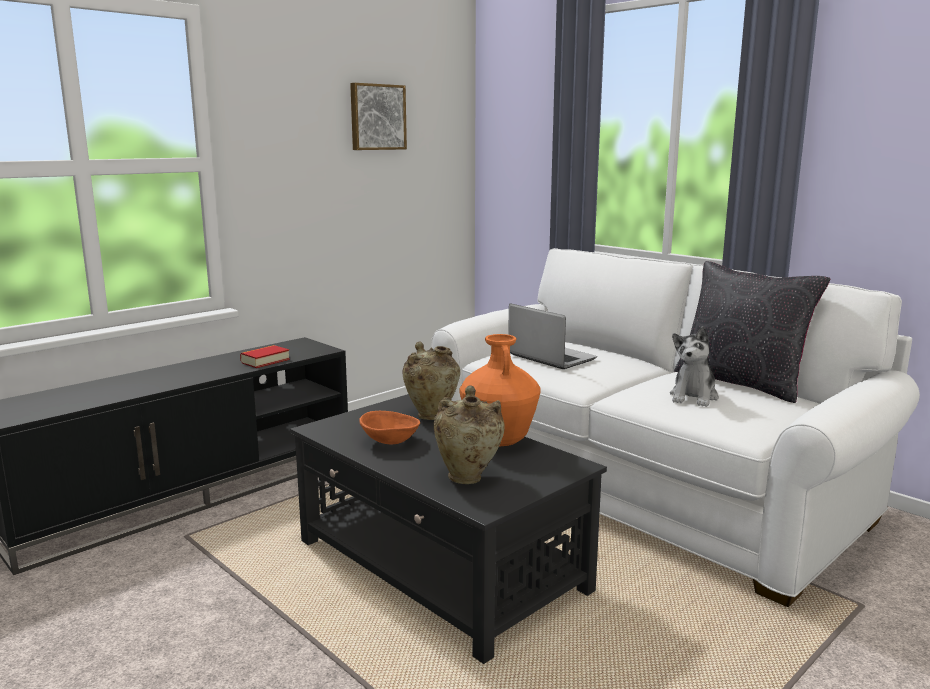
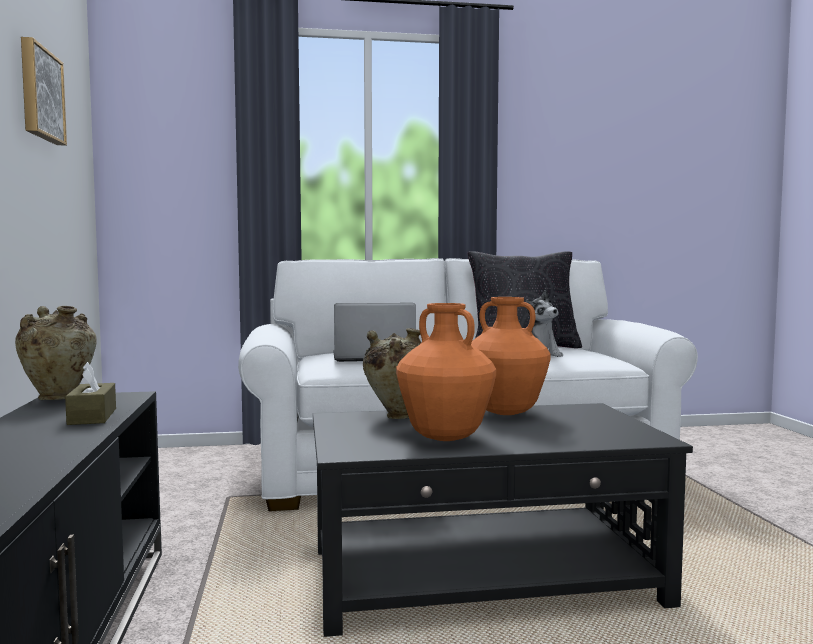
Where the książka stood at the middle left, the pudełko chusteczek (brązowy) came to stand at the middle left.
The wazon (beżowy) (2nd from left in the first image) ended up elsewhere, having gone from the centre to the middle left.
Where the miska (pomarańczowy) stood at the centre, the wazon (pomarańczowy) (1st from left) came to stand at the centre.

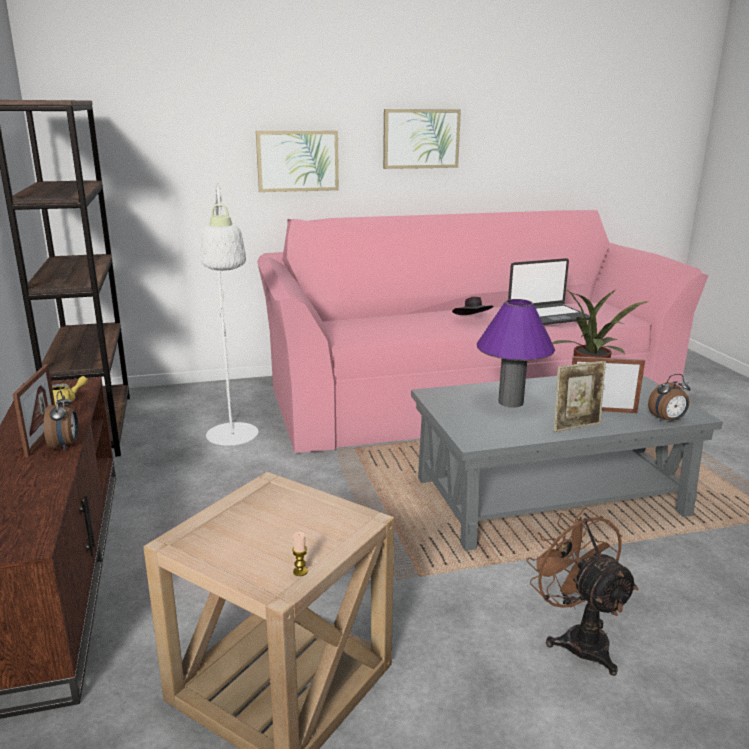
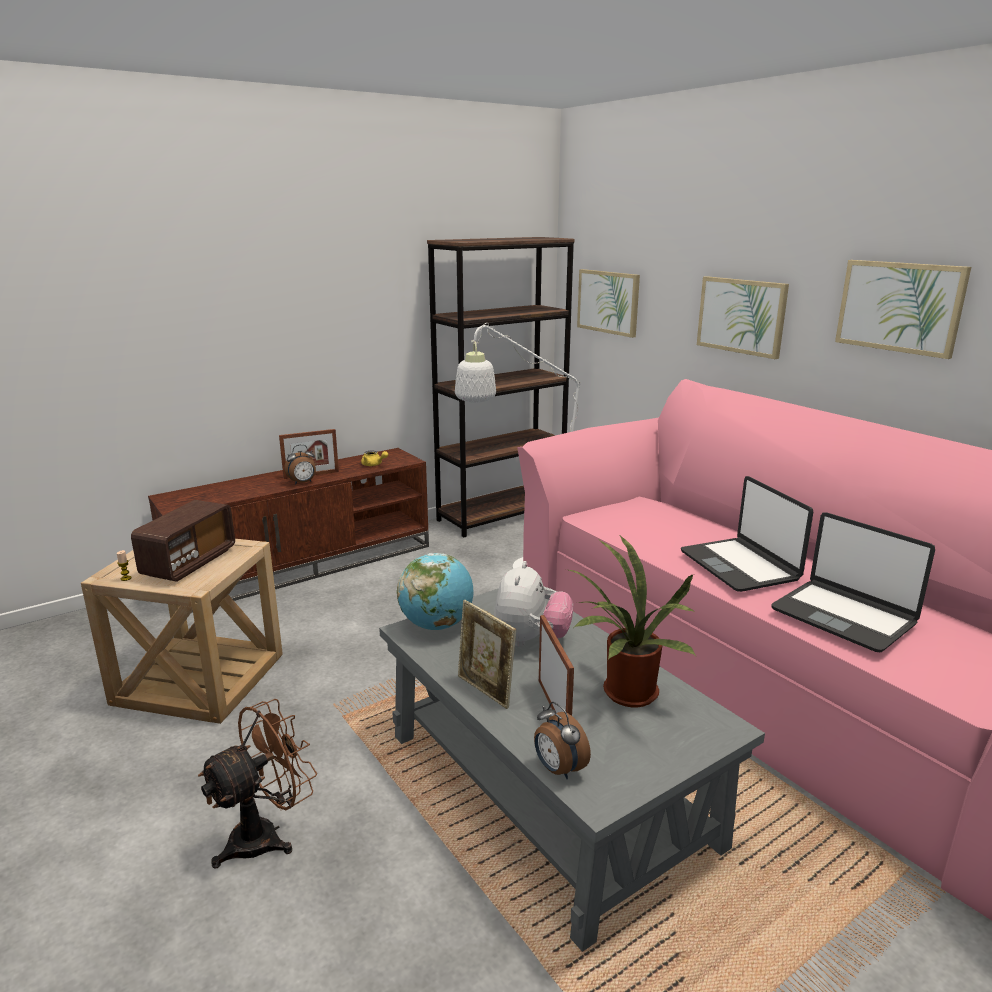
Where the kapelusz (czarny) stood at the centre, the laptop (1st from left) came to stand at the middle right.
Where the lampa stołowa (fioletowy) stood at the middle right, the pluszak came to stand at the centre.
The second view gained the obraz (1st from left) at the top centre.
The second view gained the radio at the middle left.
The second view gained the globus at the centre.

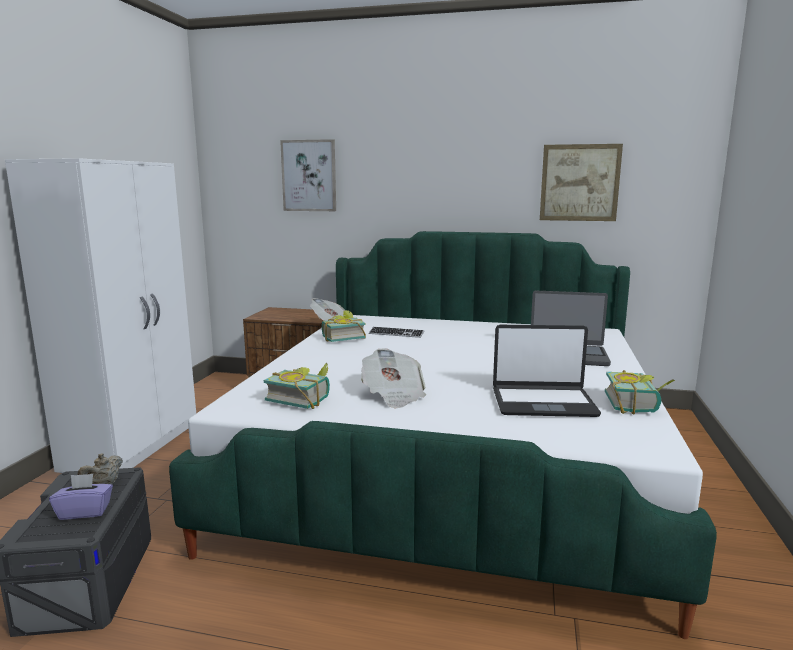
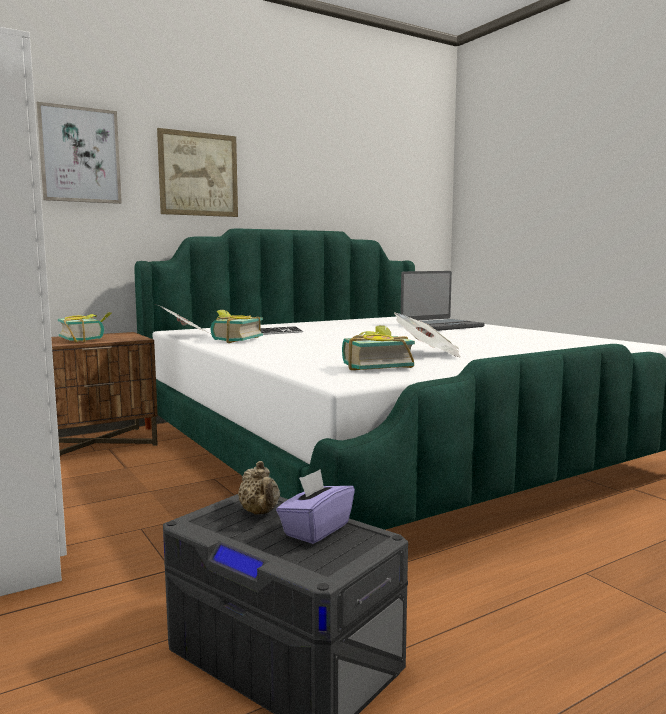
The obraz (2nd from left) ended up elsewhere, having gone from the top right to the top left.
The second view lost the laptop (1st from left) at the middle right.
The książka (3rd from left in the first image) ended up elsewhere, having gone from the middle right to the middle left.

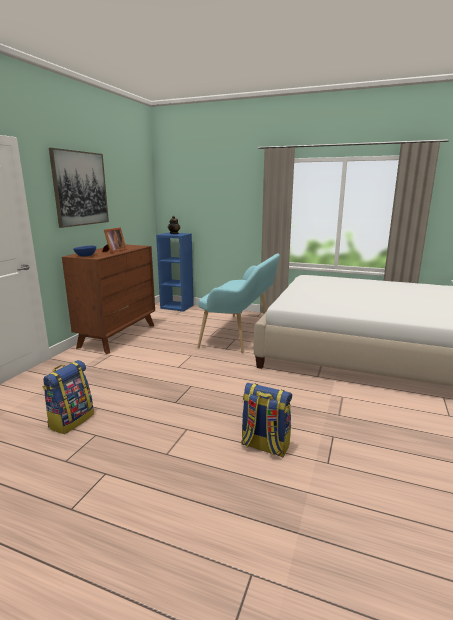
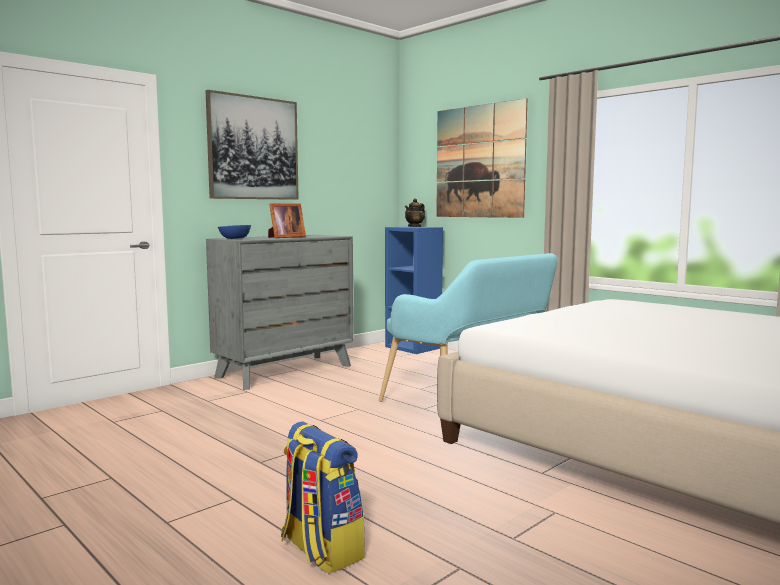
What was the komoda (brązowy) at the middle left turned into the komoda (szary) at the centre.
The second view lost the plecak (1st from left) at the middle left.
The second view gained the obraz (2nd from left) at the top centre.

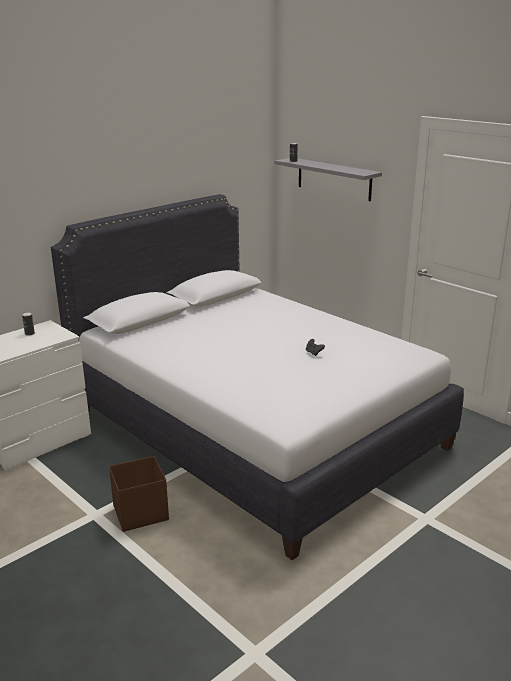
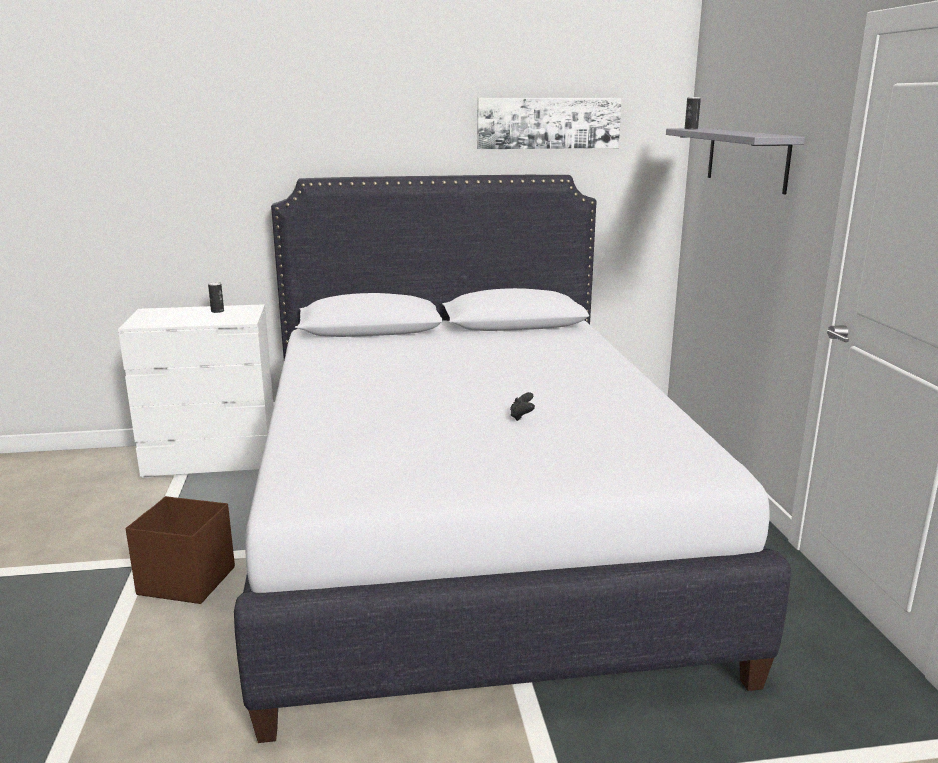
The second view gained the obraz at the top centre.

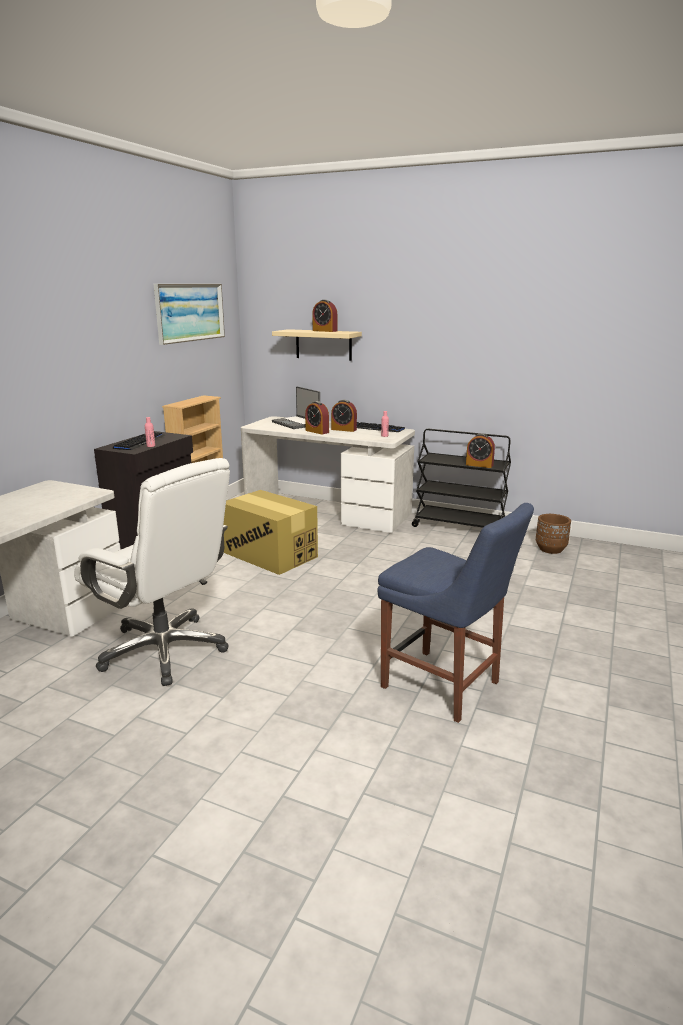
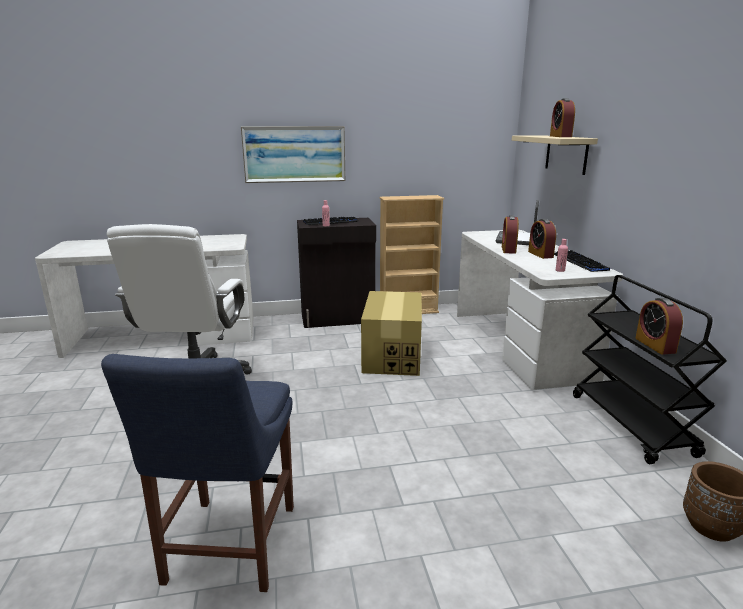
The obraz ended up elsewhere, having gone from the top left to the top centre.

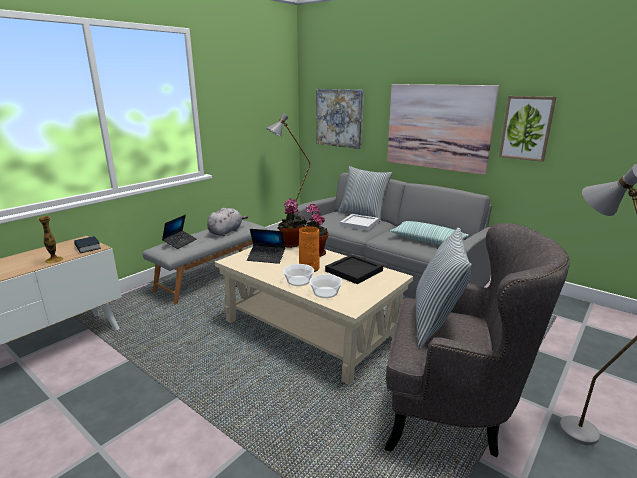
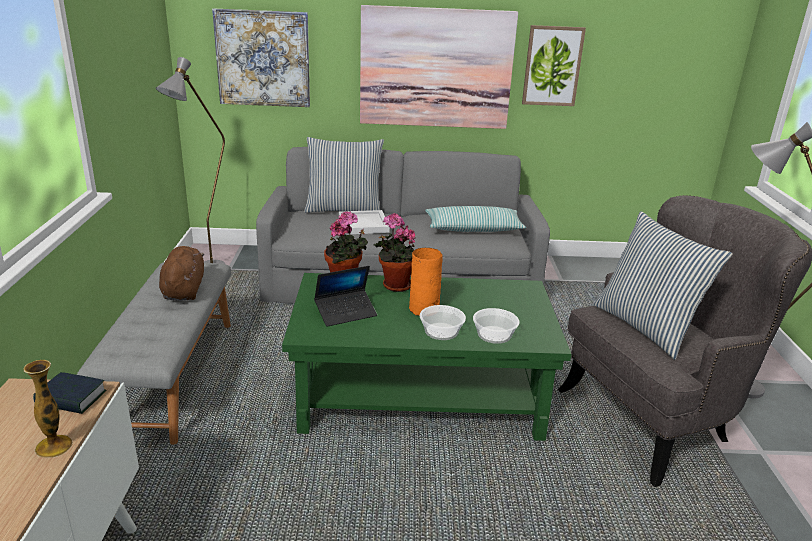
What was the pluszak (szary) at the centre turned into the pluszak (brązowy) at the middle left.
The second view lost the laptop (1st from left) at the middle left.
What was the ława (beżowy) at the centre turned into the ława (zielony) at the centre.
The second view lost the taca (czarny) at the centre.

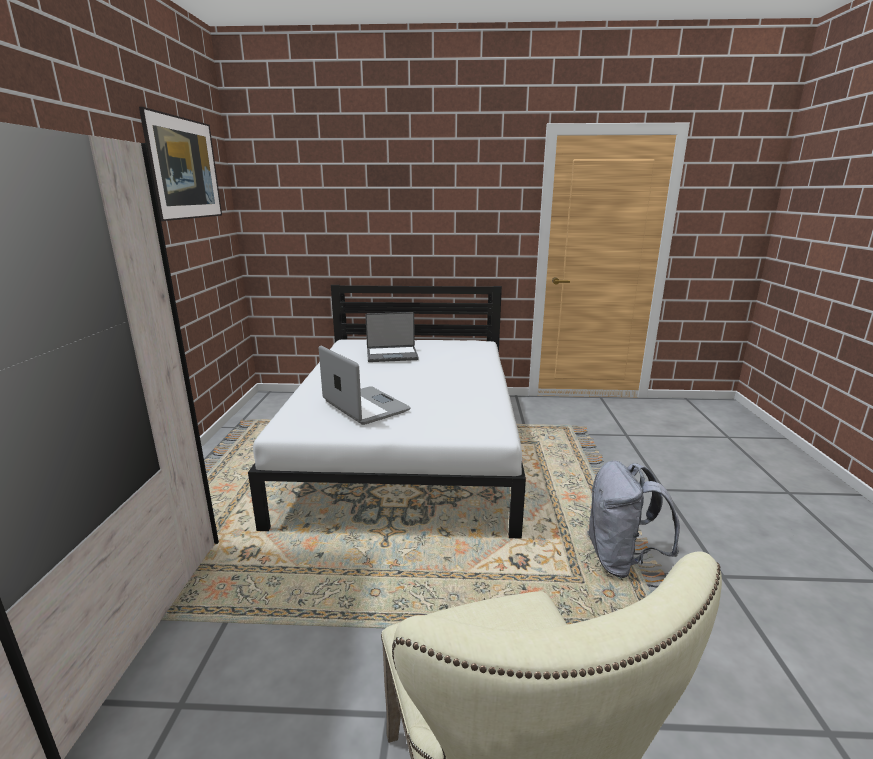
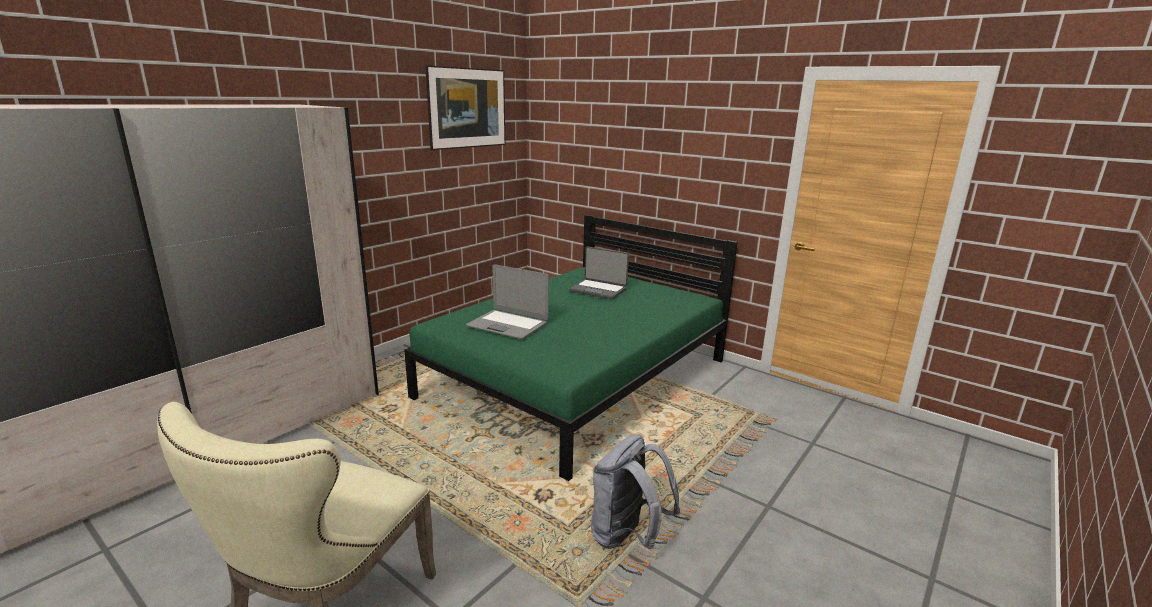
What was the łóżko (biały) at the centre turned into the łóżko (zielony) at the centre.
The laptop (1st from left) at the centre ended up facing another way, 120 degrees clockwise from before.

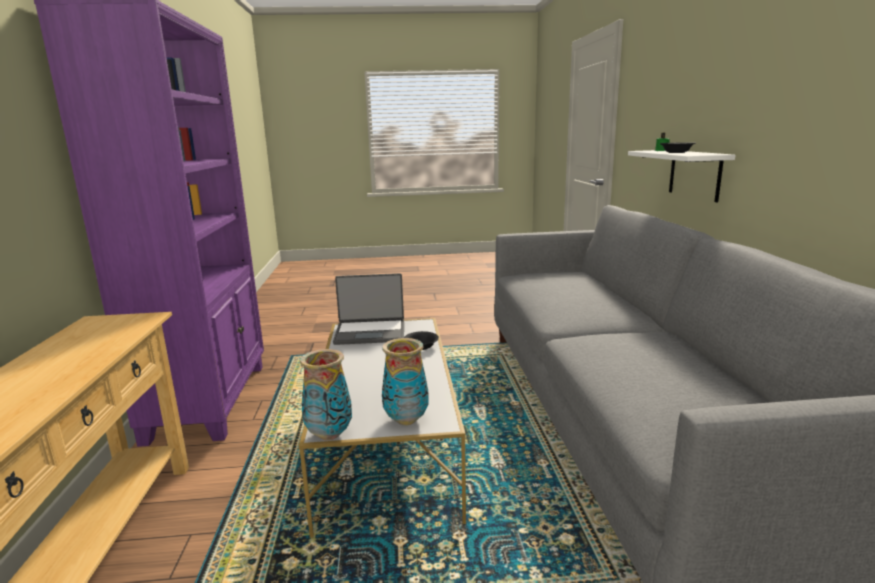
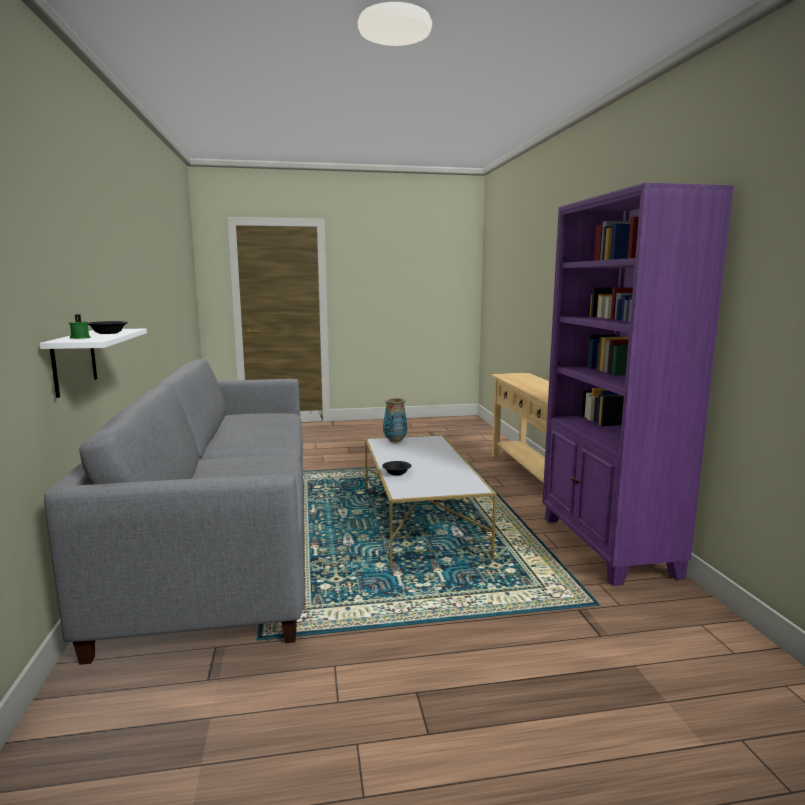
The second view lost the laptop at the centre.
The second view lost the wazon (1st from left) at the bottom centre.

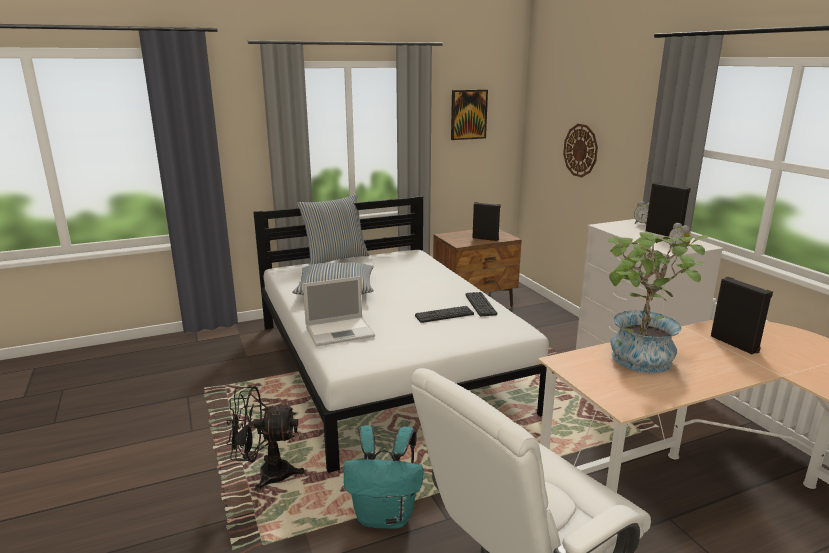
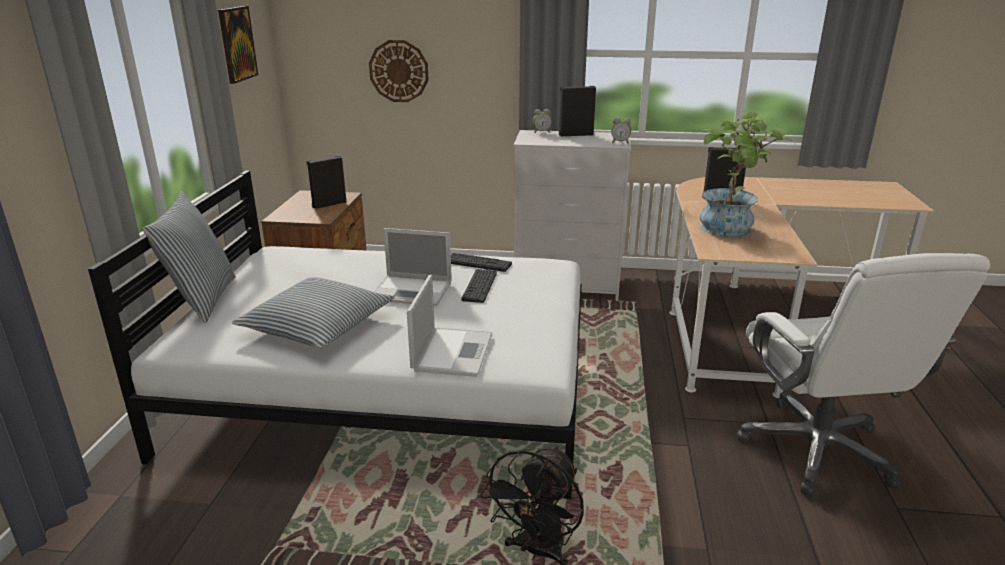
The second view lost the plecak (turkusowy) at the bottom centre.
The second view gained the laptop (1st from left) at the centre.

